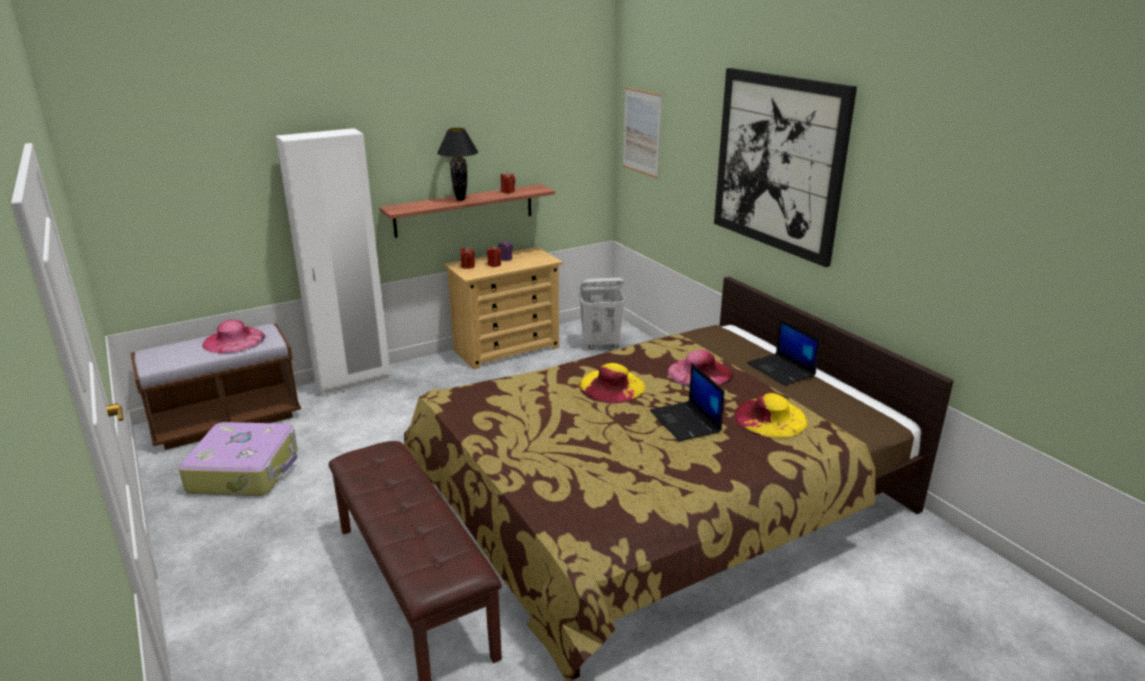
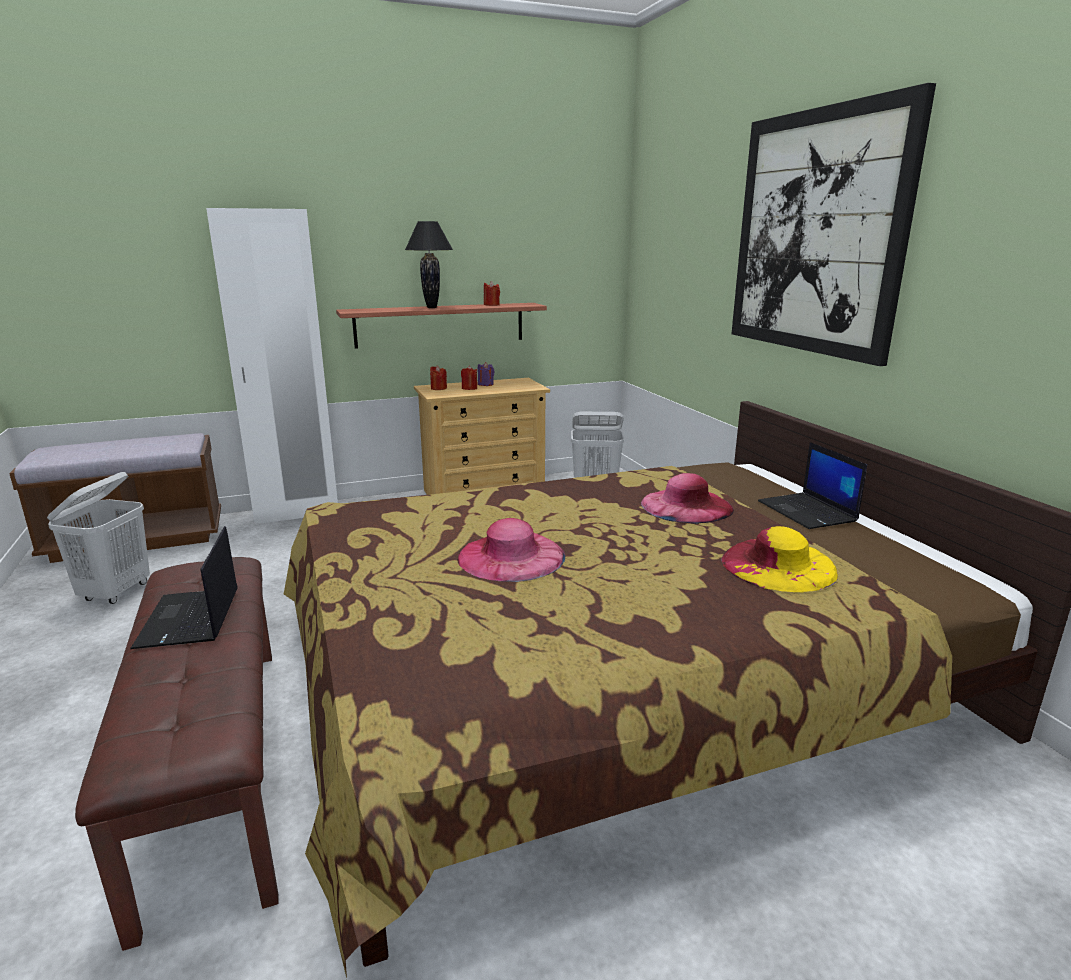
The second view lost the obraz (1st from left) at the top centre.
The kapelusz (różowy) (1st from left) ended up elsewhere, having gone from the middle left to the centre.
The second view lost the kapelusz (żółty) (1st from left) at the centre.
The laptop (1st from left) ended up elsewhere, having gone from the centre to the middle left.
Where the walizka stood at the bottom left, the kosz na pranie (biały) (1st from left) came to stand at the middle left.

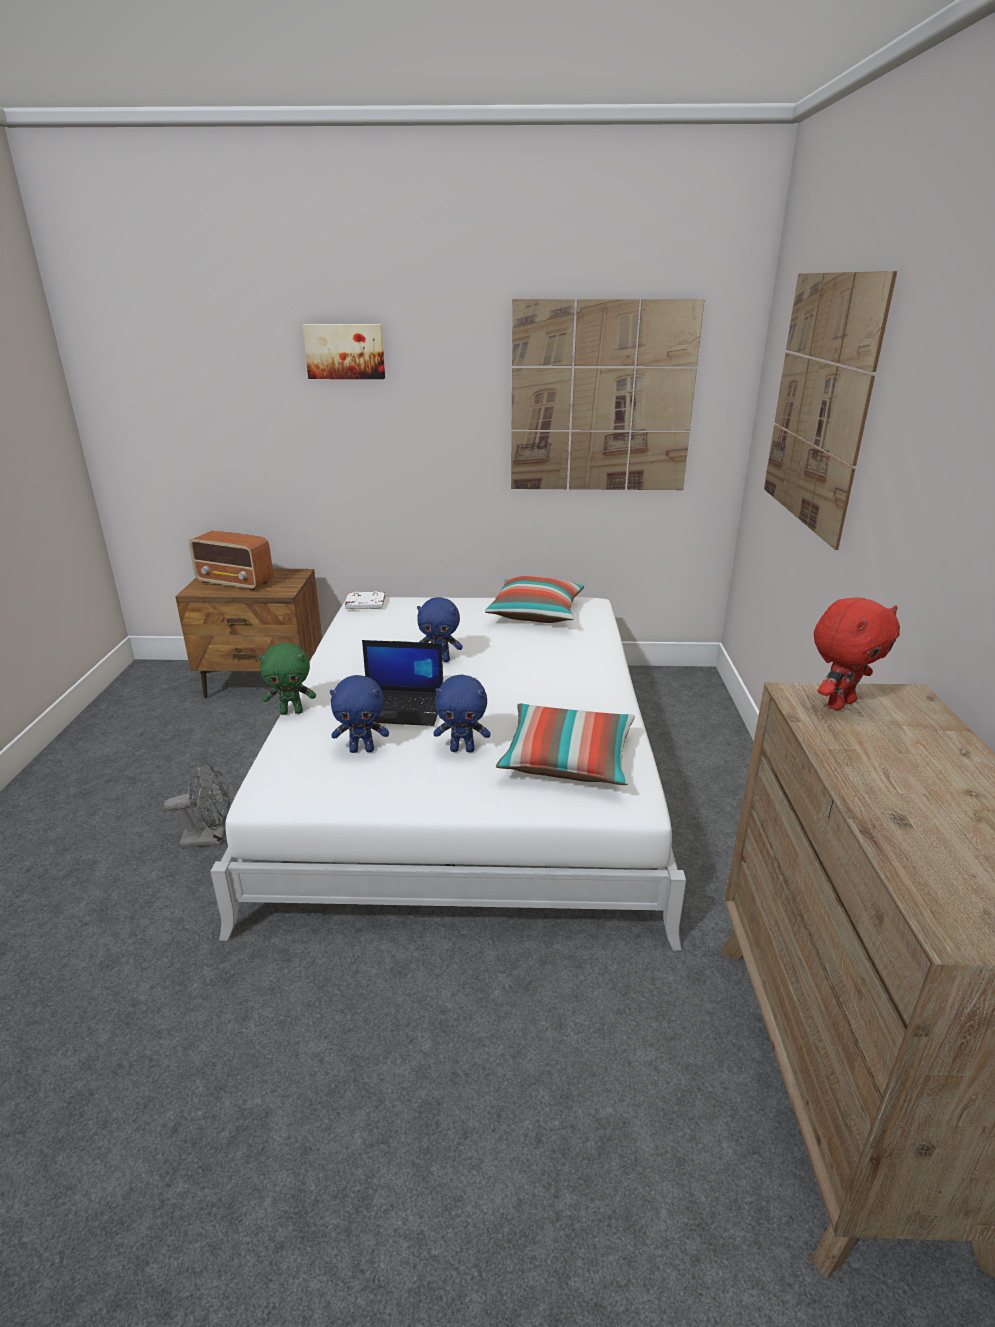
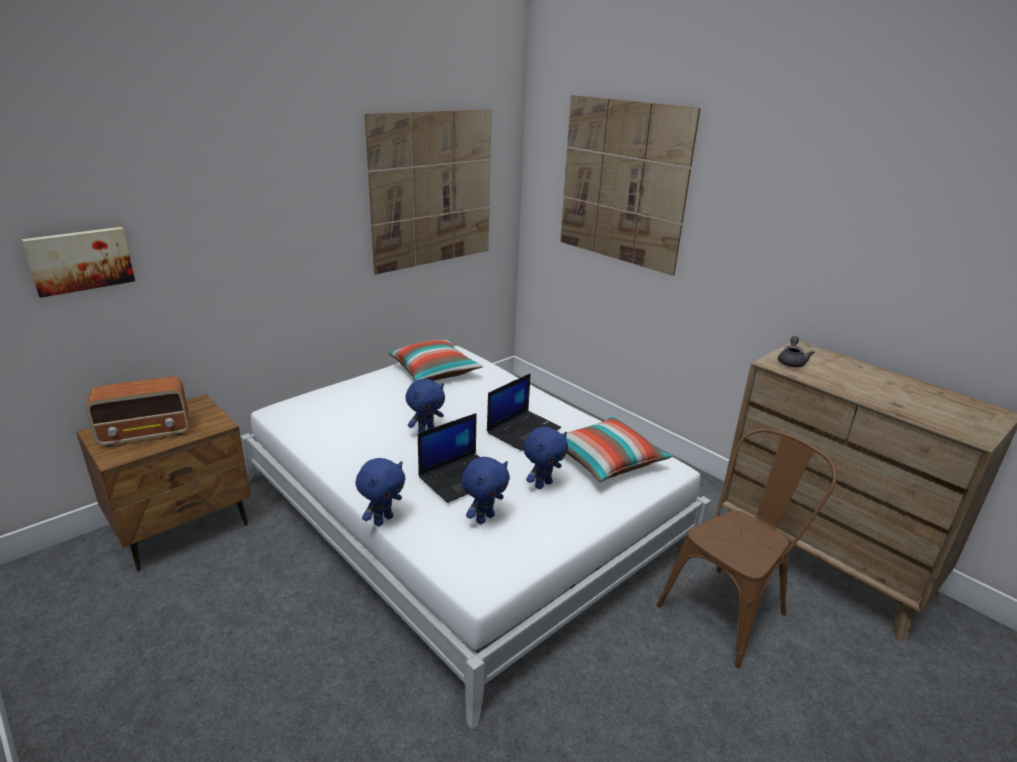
The obraz (1st from left) ended up elsewhere, having gone from the top centre to the middle left.
The second view lost the książka (biały) at the centre.
Where the pluszak (czerwony) stood at the middle right, the imbryk (szary) came to stand at the middle right.
What was the pluszak (zielony) at the middle left turned into the pluszak (niebieski) (1st from left) at the centre.
The second view lost the wentylator (szary) at the middle left.
The second view gained the laptop (2nd from left) at the centre.
The second view gained the krzesło (brązowy) at the bottom right.

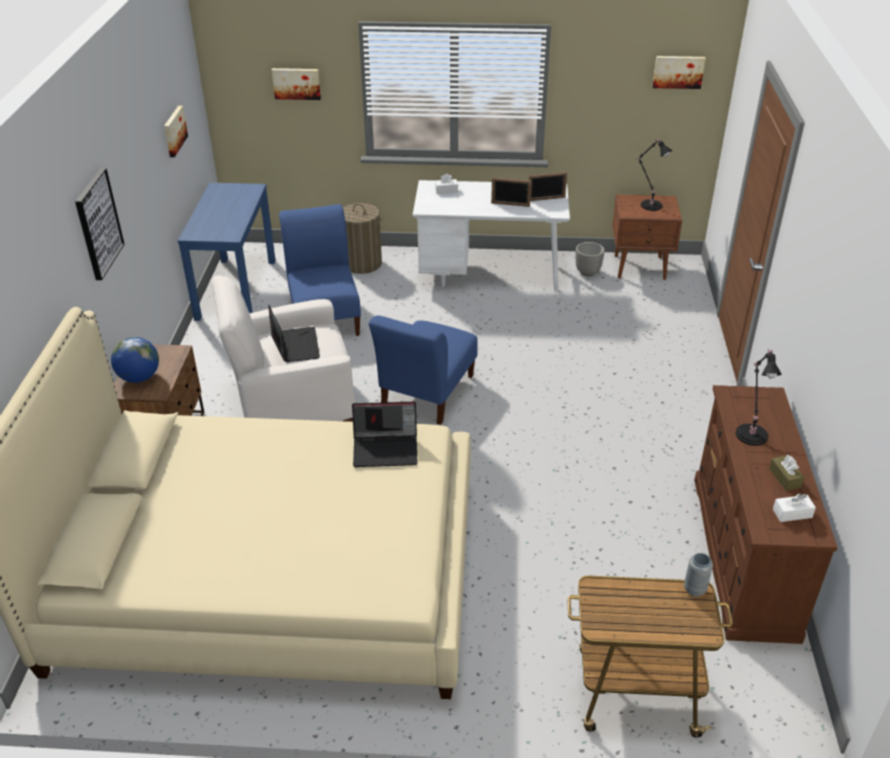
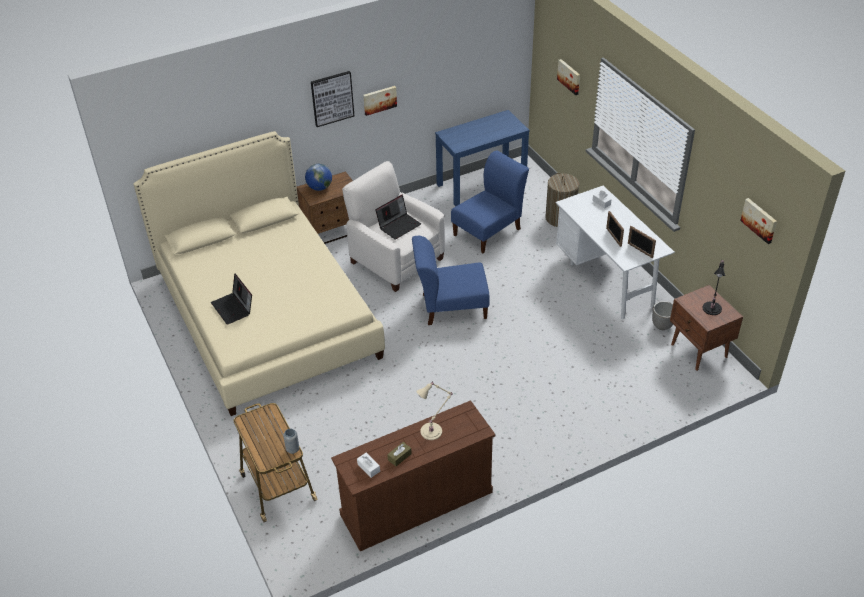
The obraz (2nd from left) ended up elsewhere, having gone from the top left to the top centre.
What was the lampa stołowa (czarny) (2nd from left) at the middle right turned into the lampa stołowa (beżowy) at the bottom centre.
The laptop (2nd from left in the first image) ended up elsewhere, having gone from the centre to the middle left.

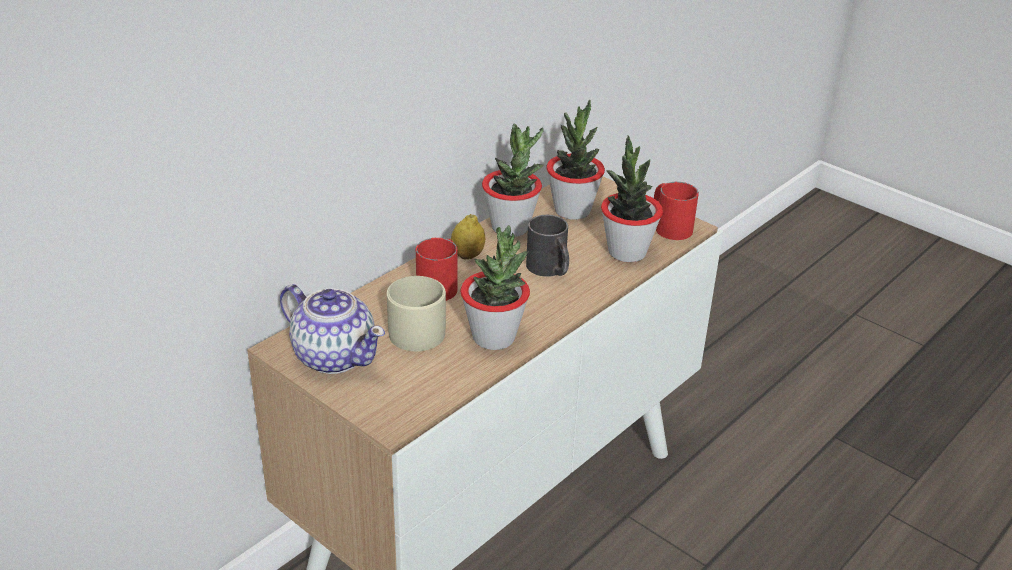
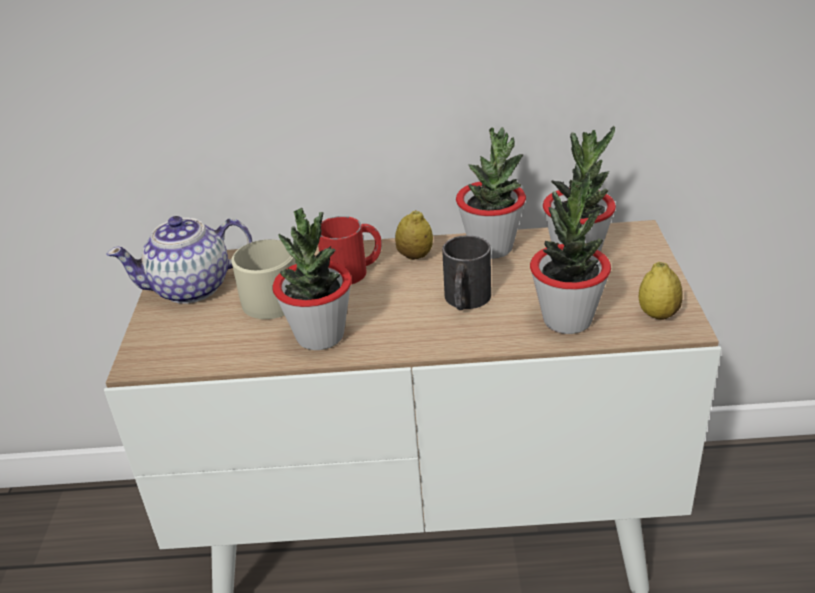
Where the kubek (czerwony) (2nd from left) stood at the middle right, the cytryna (2nd from left) came to stand at the middle right.
The imbryk at the middle left ended up facing another way, 75 degrees clockwise from before.

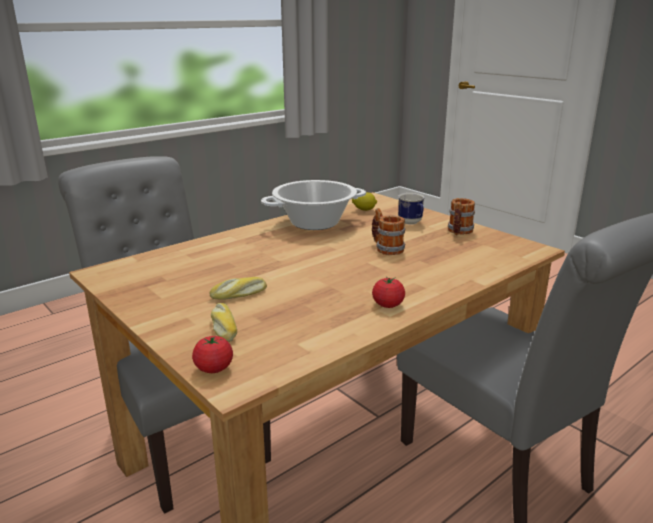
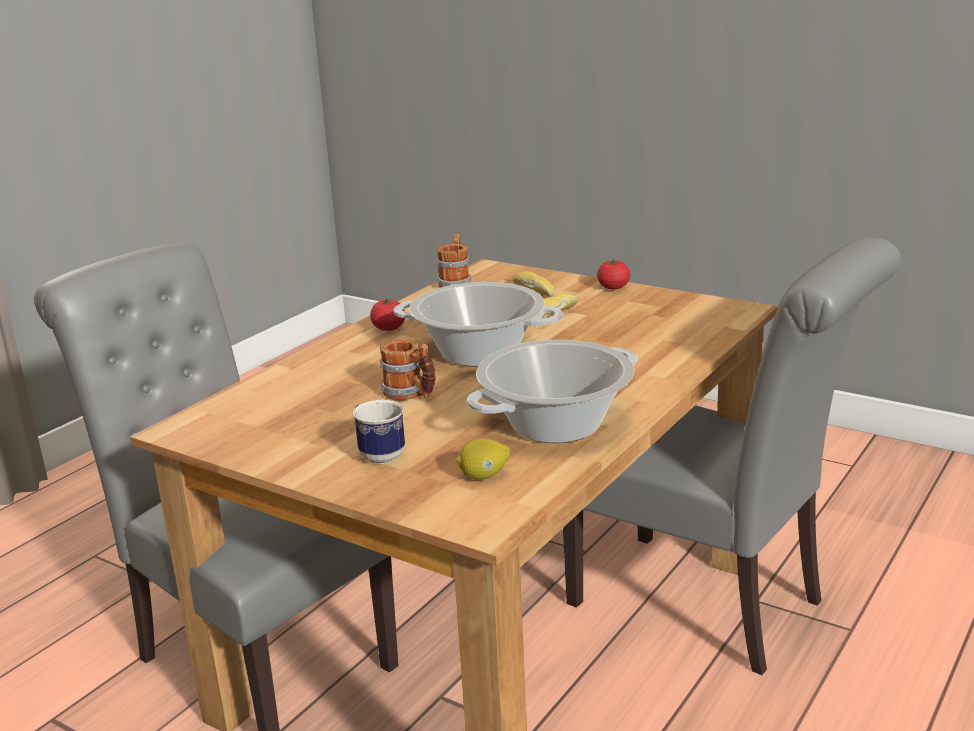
The kubek (3rd from left) ended up elsewhere, having gone from the middle right to the centre.
The pomidor (1st from left in the first image) ended up elsewhere, having gone from the bottom left to the centre.
The second view gained the garnek (1st from left) at the centre.

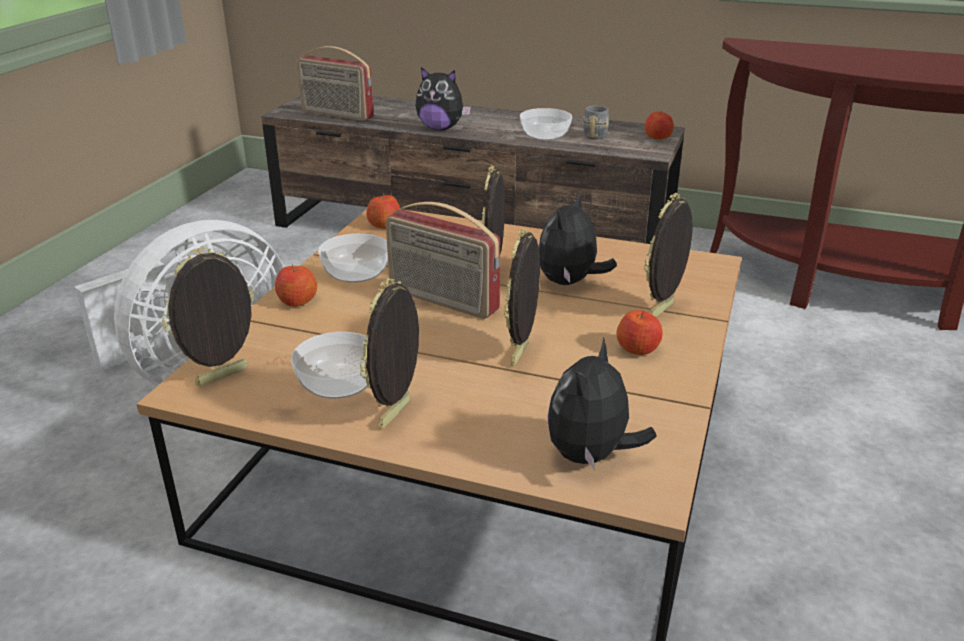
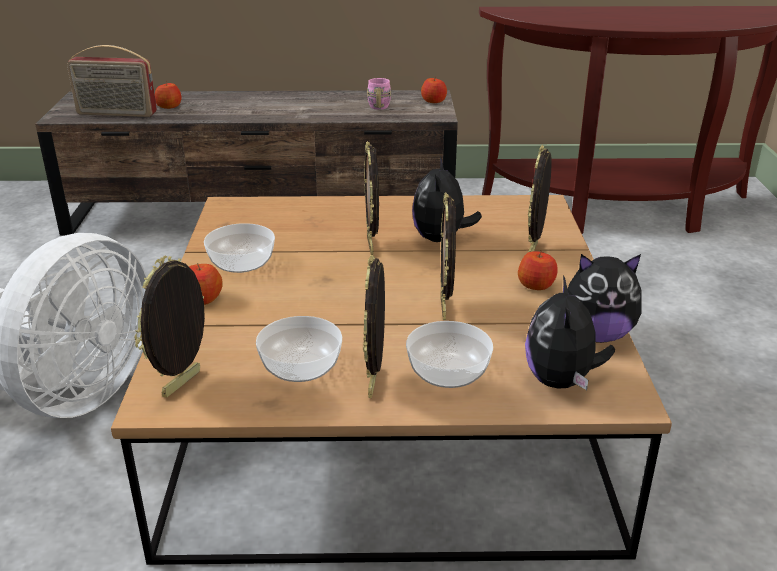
The pluszak (1st from left in the first image) ended up elsewhere, having gone from the top centre to the middle right.
What was the kubek (szary) at the top centre turned into the kubek (różowy) at the top centre.
The miska (3rd from left) ended up elsewhere, having gone from the top centre to the centre.
The jabłko (2nd from left in the first image) ended up elsewhere, having gone from the top centre to the top left.
The second view lost the radio (2nd from left) at the centre.

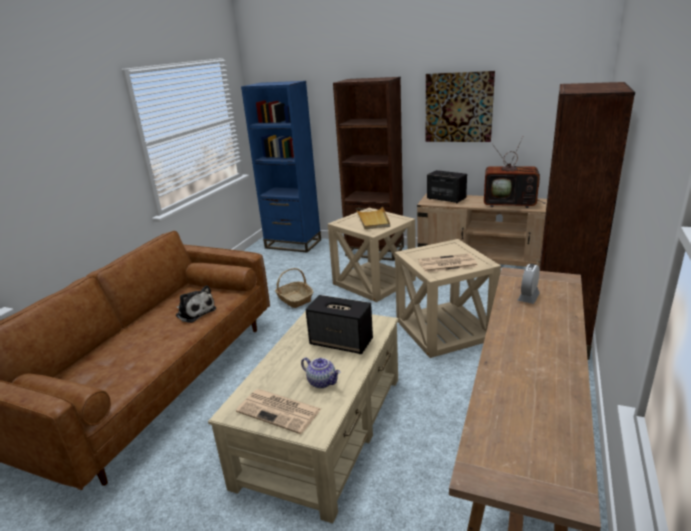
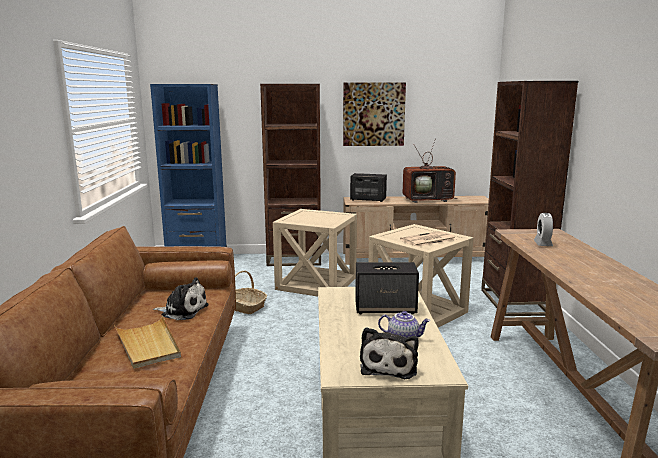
The taca (beżowy) ended up elsewhere, having gone from the centre to the bottom left.
Where the gazeta (1st from left) stood at the bottom centre, the pluszak (2nd from left) came to stand at the bottom centre.

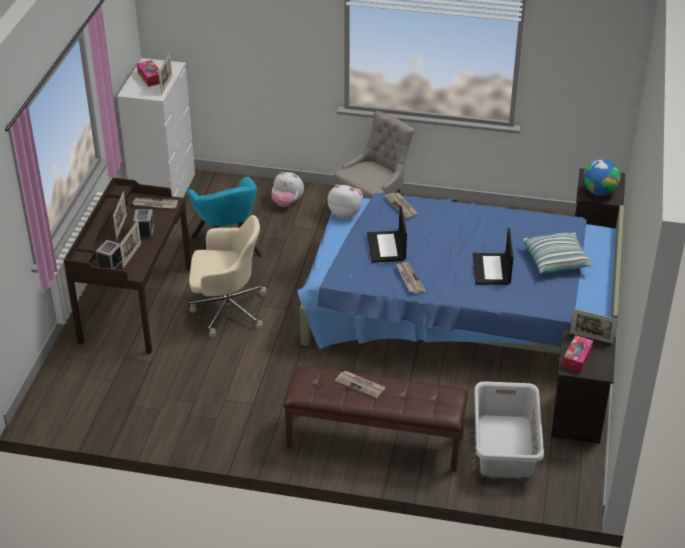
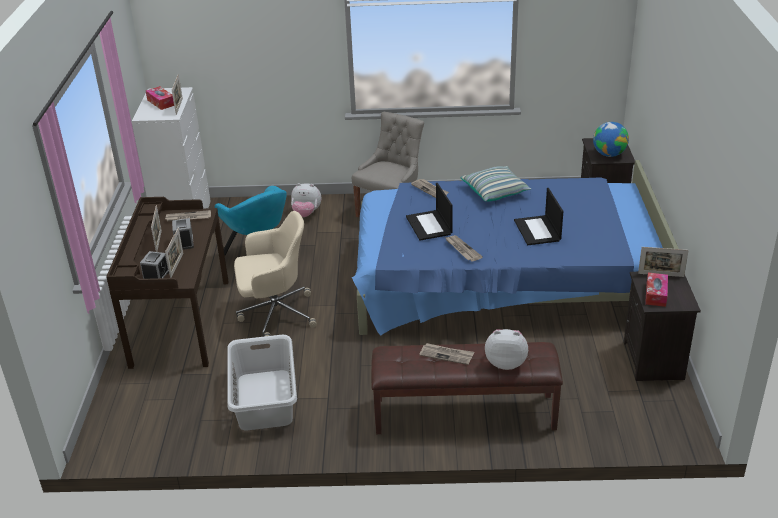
The pluszak (2nd from left) ended up elsewhere, having gone from the centre to the bottom centre.
The poduszka ended up elsewhere, having gone from the middle right to the centre.
The kosz na pranie (szary) ended up elsewhere, having gone from the bottom right to the bottom centre.

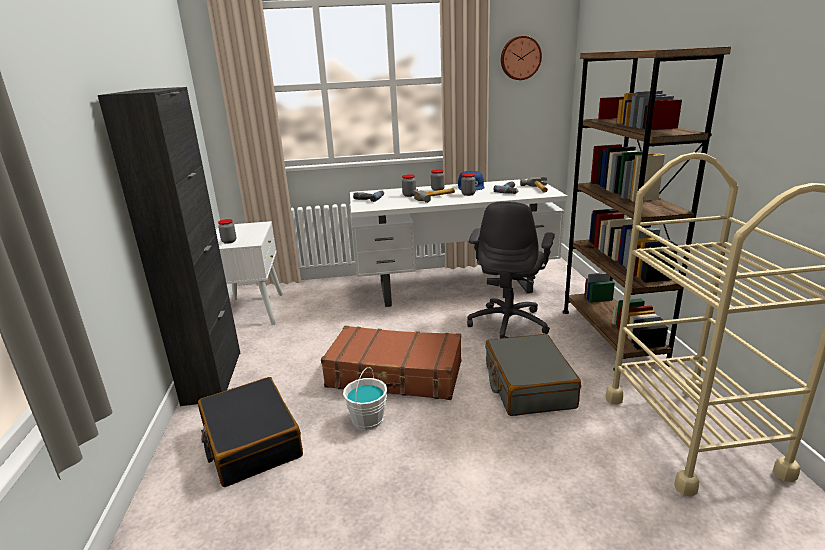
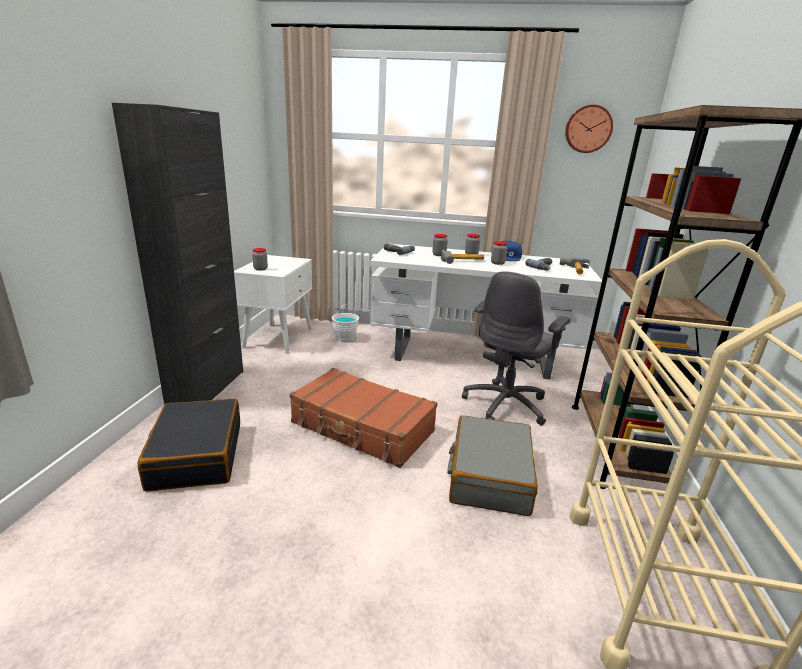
The wiadro (biały) ended up elsewhere, having gone from the bottom centre to the centre.

